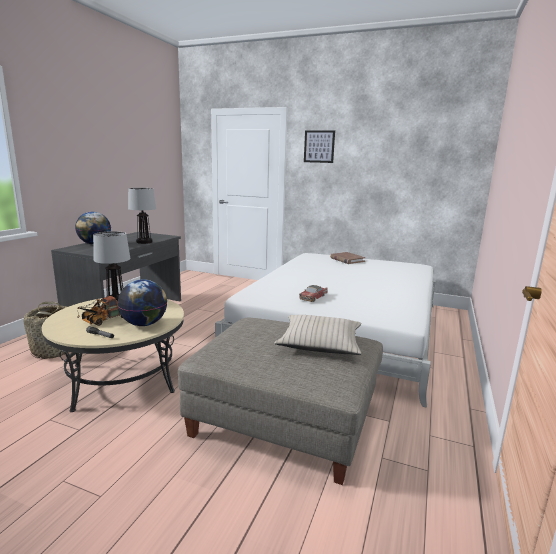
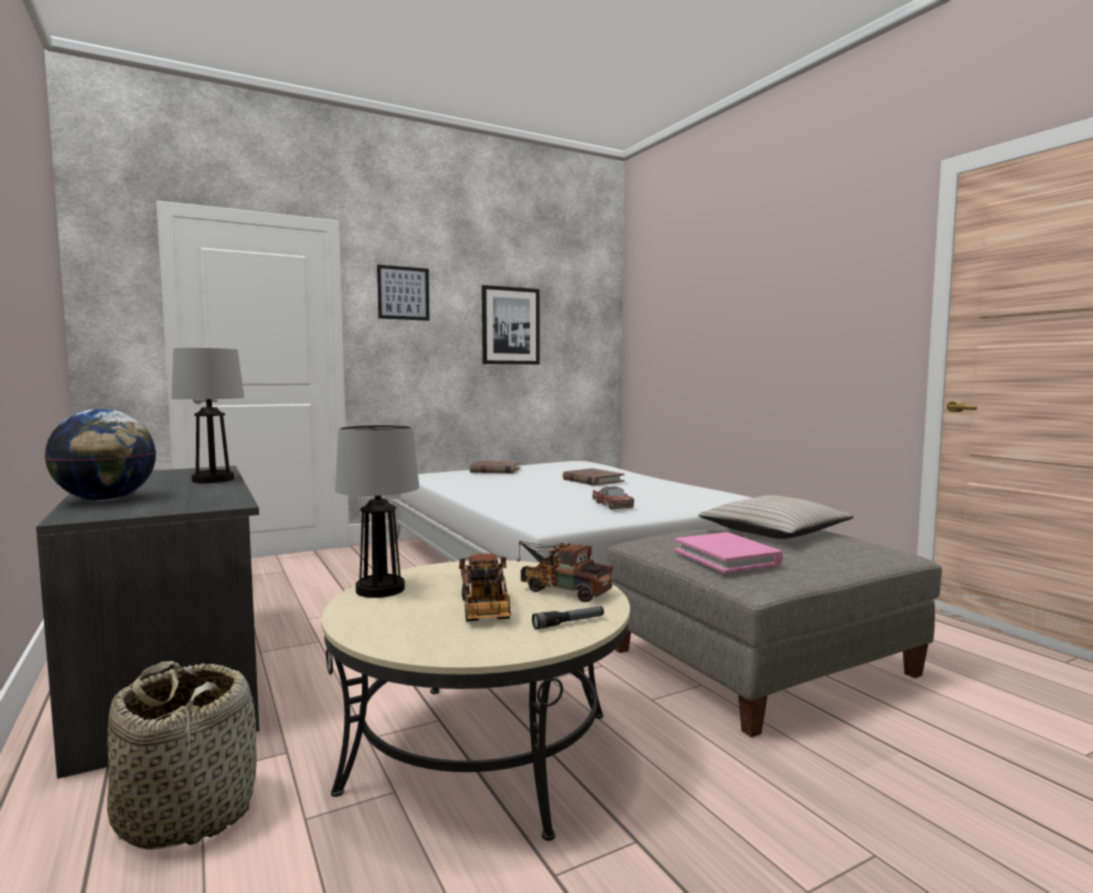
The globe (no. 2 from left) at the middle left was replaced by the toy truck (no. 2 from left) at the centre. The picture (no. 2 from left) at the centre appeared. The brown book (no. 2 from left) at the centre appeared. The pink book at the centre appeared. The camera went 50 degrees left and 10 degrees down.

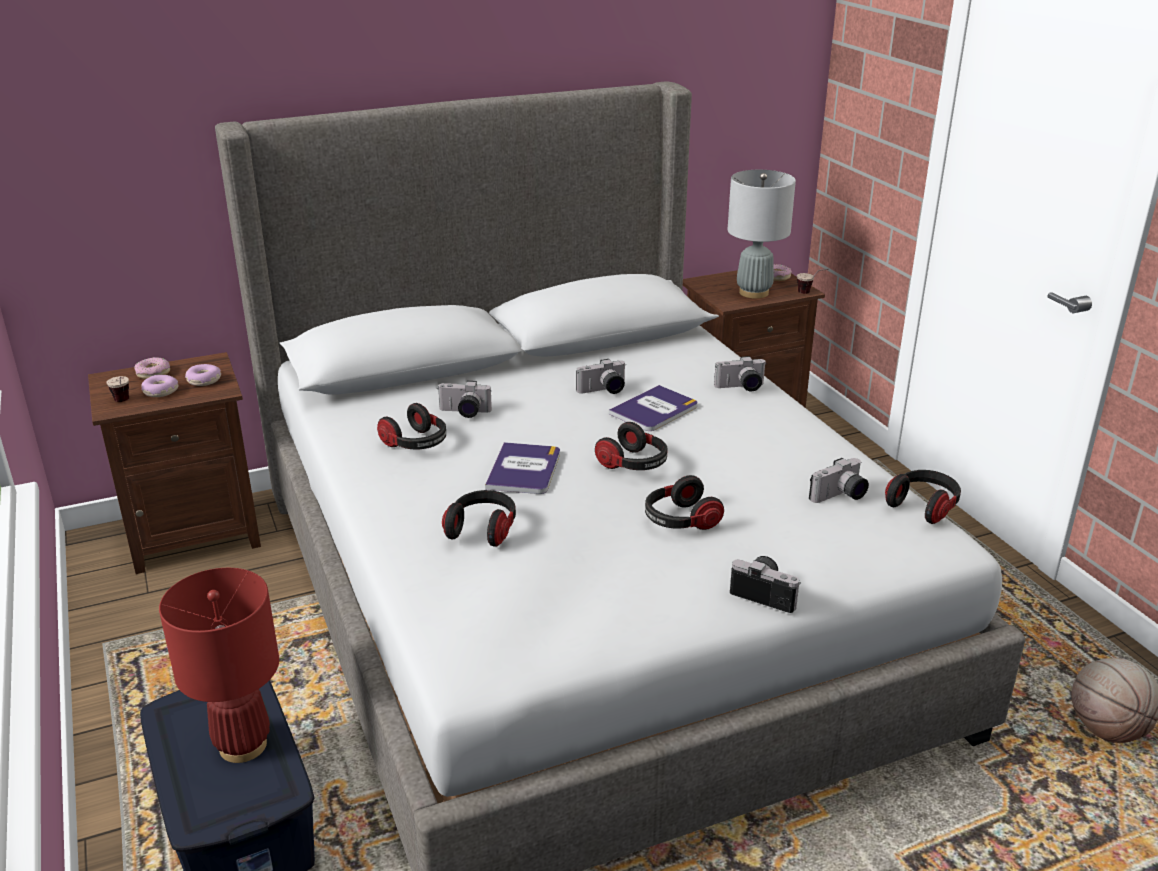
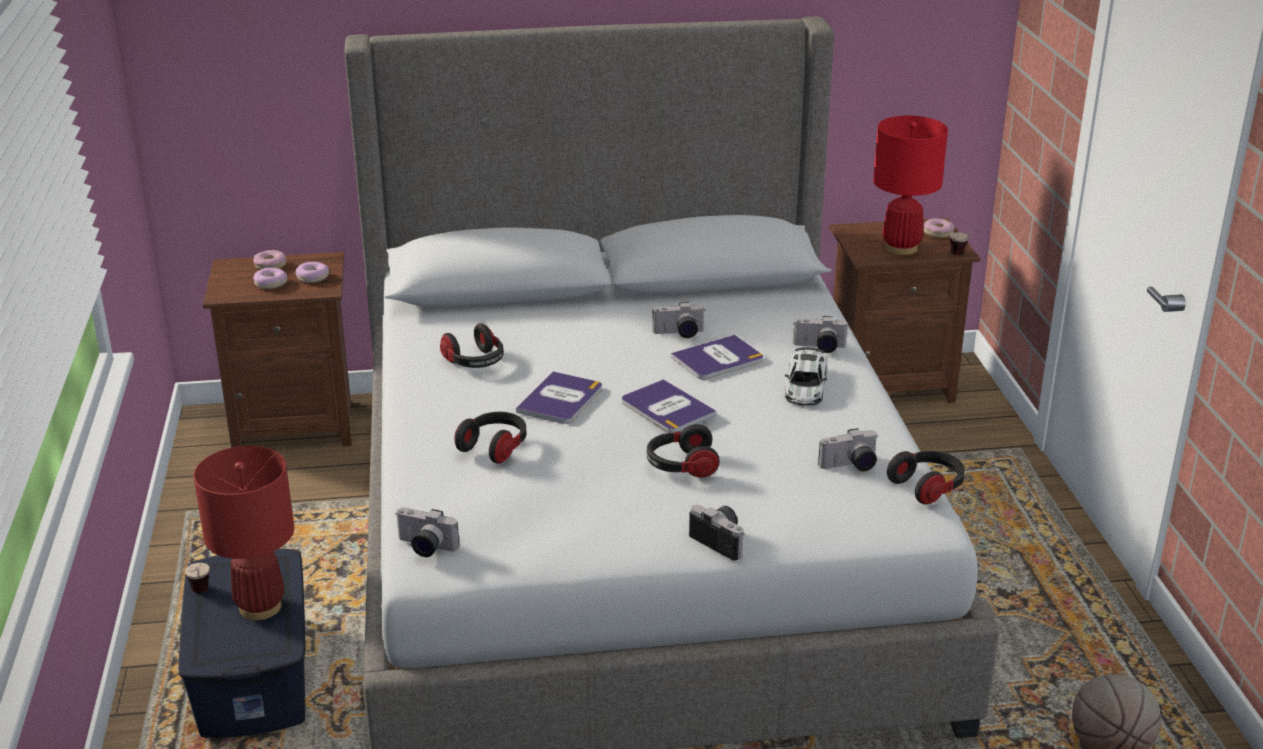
The cup (no. 1 from left) moved from the middle left to the bottom left. The photo camera (no. 1 from left) moved from the centre to the bottom centre. The headphones (no. 3 from left) at the centre was replaced by the book (no. 2 from left) at the centre. The grey table lamp at the top centre became the red table lamp (no. 2 from left) at the top right. The toy car at the centre appeared. The camera went 15 degrees right and 0 degrees up.

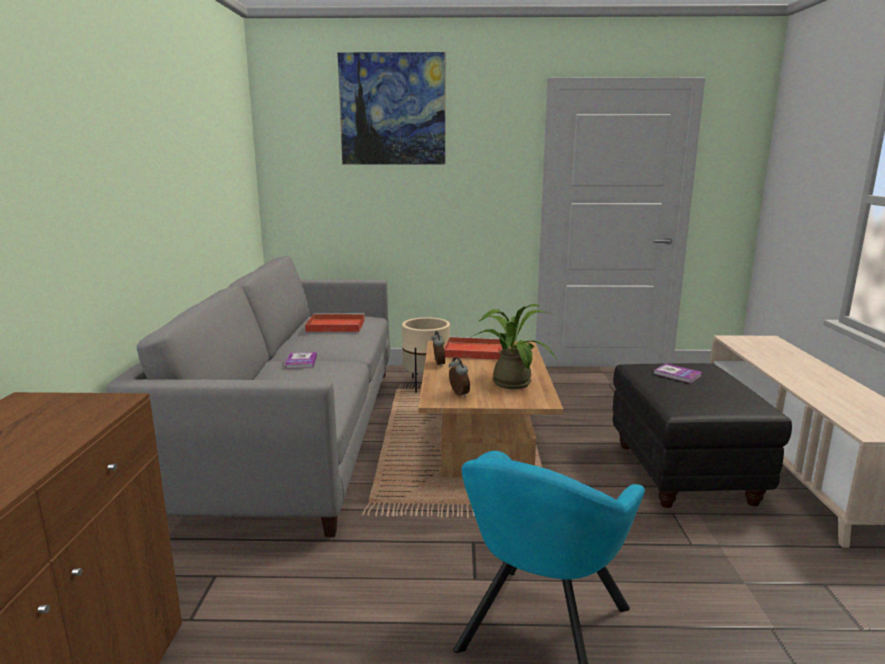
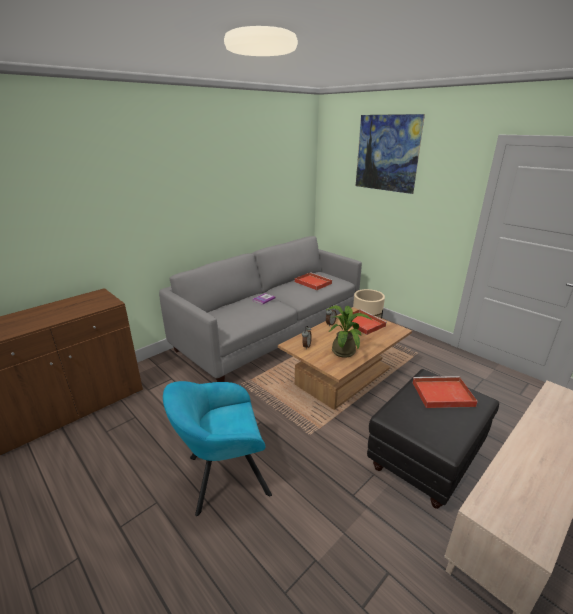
The book (no. 2 from left) at the middle right was replaced by the red tray (no. 3 from left) at the middle right. The camera went 45 degrees right and 10 degrees up.

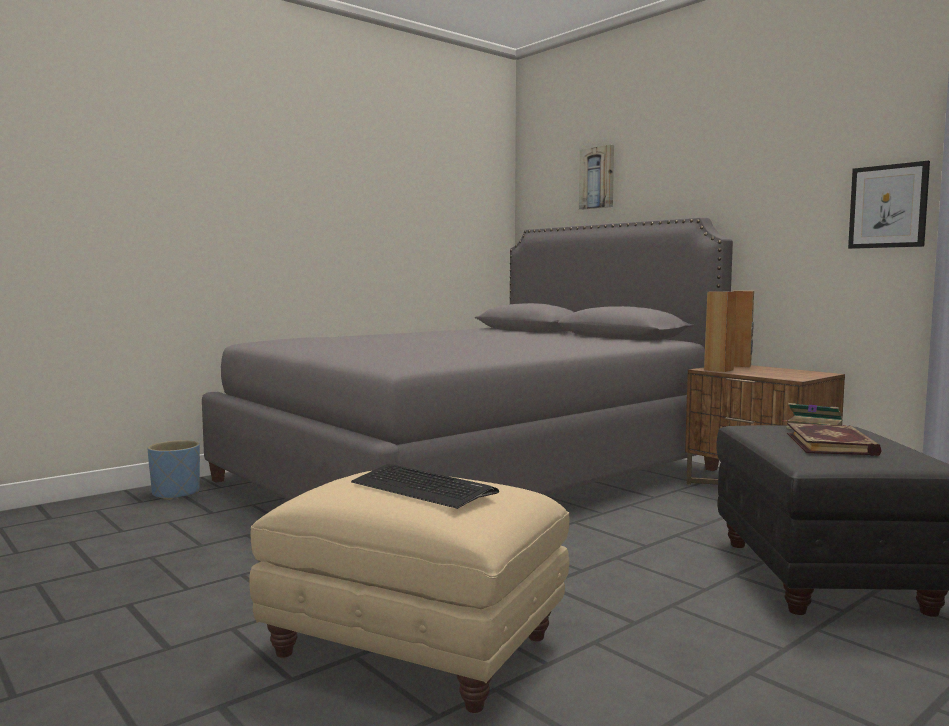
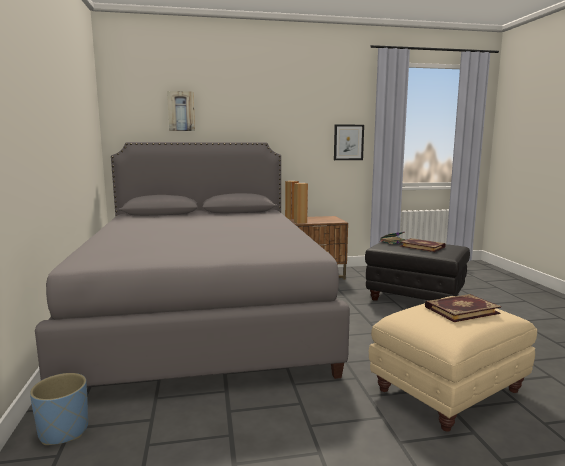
The keyboard at the bottom centre was replaced by the book (no. 3 from left) at the middle right. The camera went 60 degrees left and 5 degrees up.

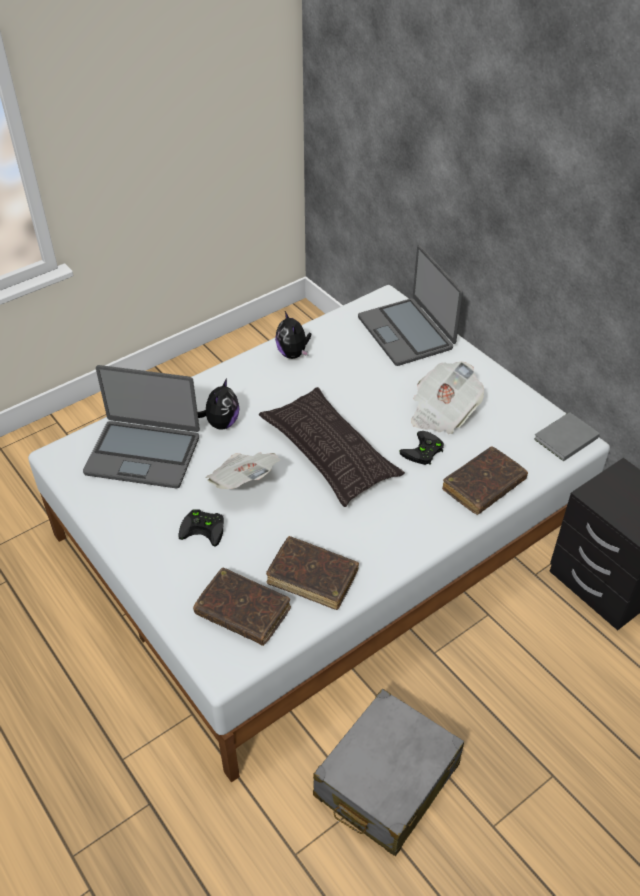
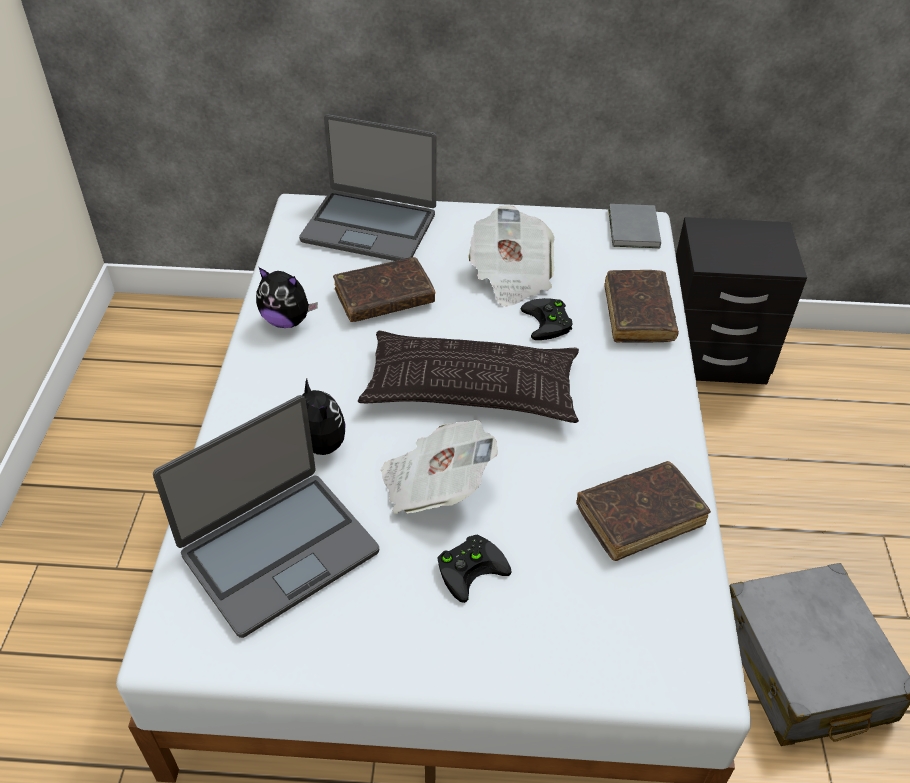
The brown book (no. 1 from left) moved from the bottom centre to the centre. The camera went 50 degrees left and 0 degrees up.

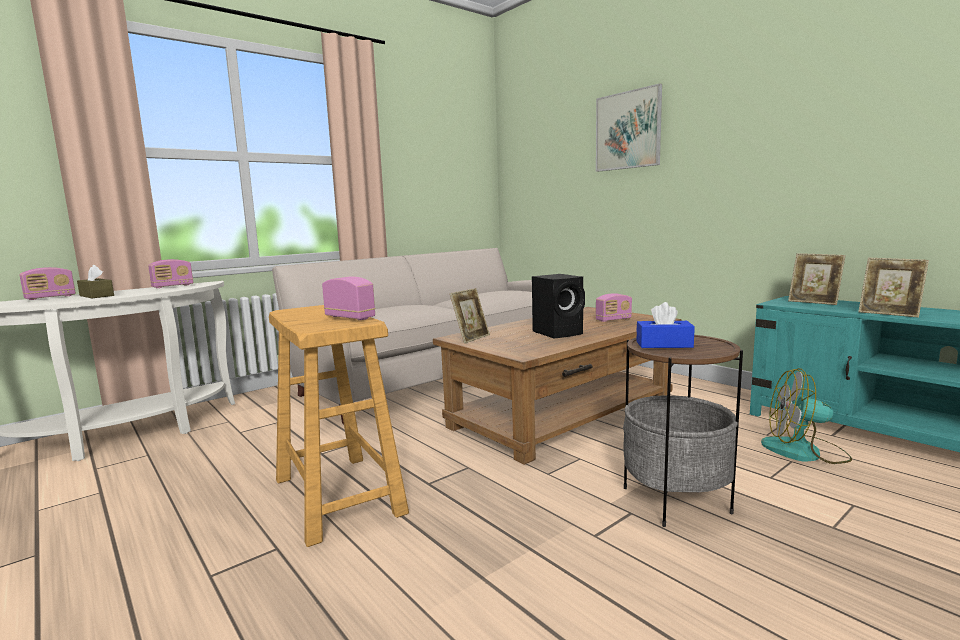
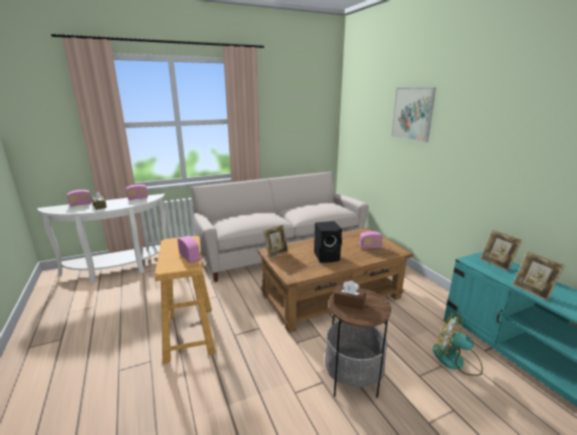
The blue tissue box at the middle right became the brown tissue box (no. 2 from left) at the bottom centre. The camera went 15 degrees right and 10 degrees up.

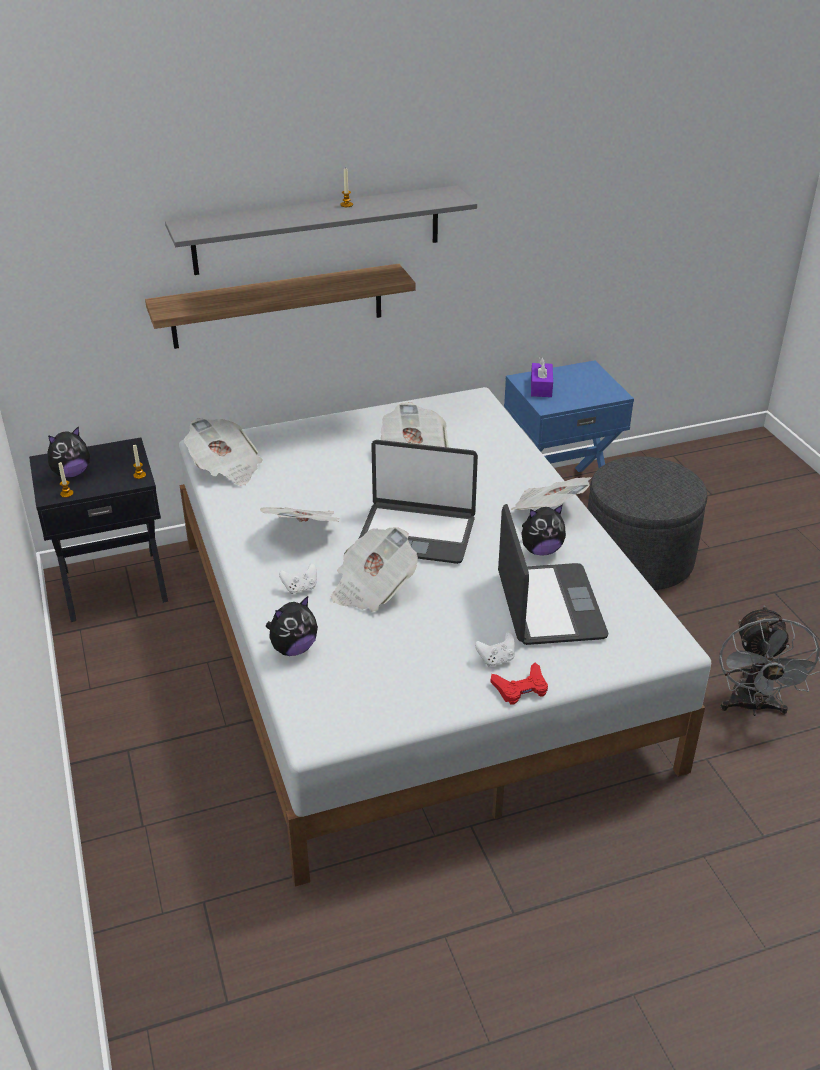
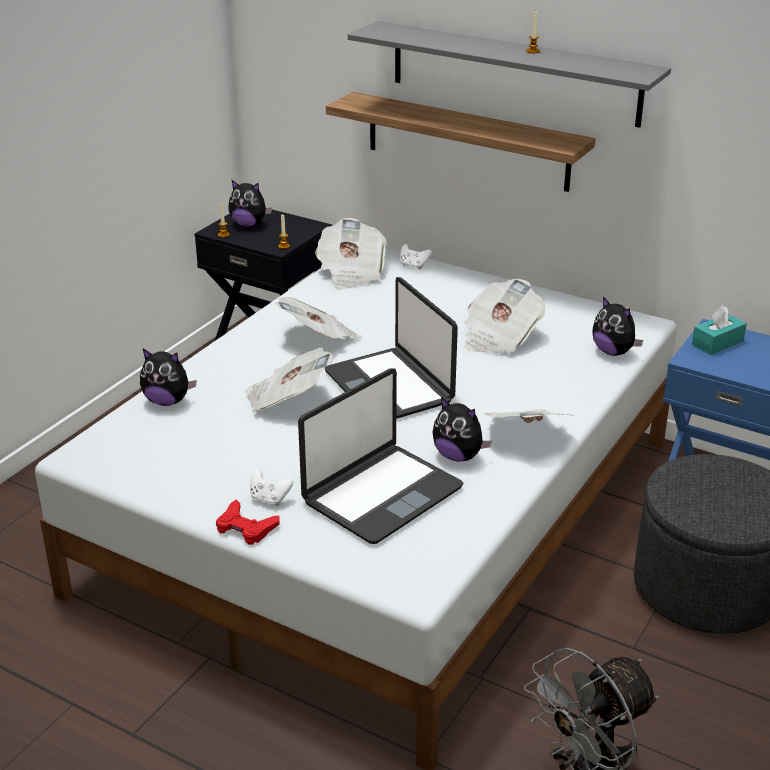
The white game controller (no. 1 from left in the first image) moved from the centre to the top centre. The purple tissue box at the centre became the turquoise tissue box at the middle right. The plush toy (no. 4 from left) at the middle right appeared. The camera went 50 degrees right and 5 degrees down.

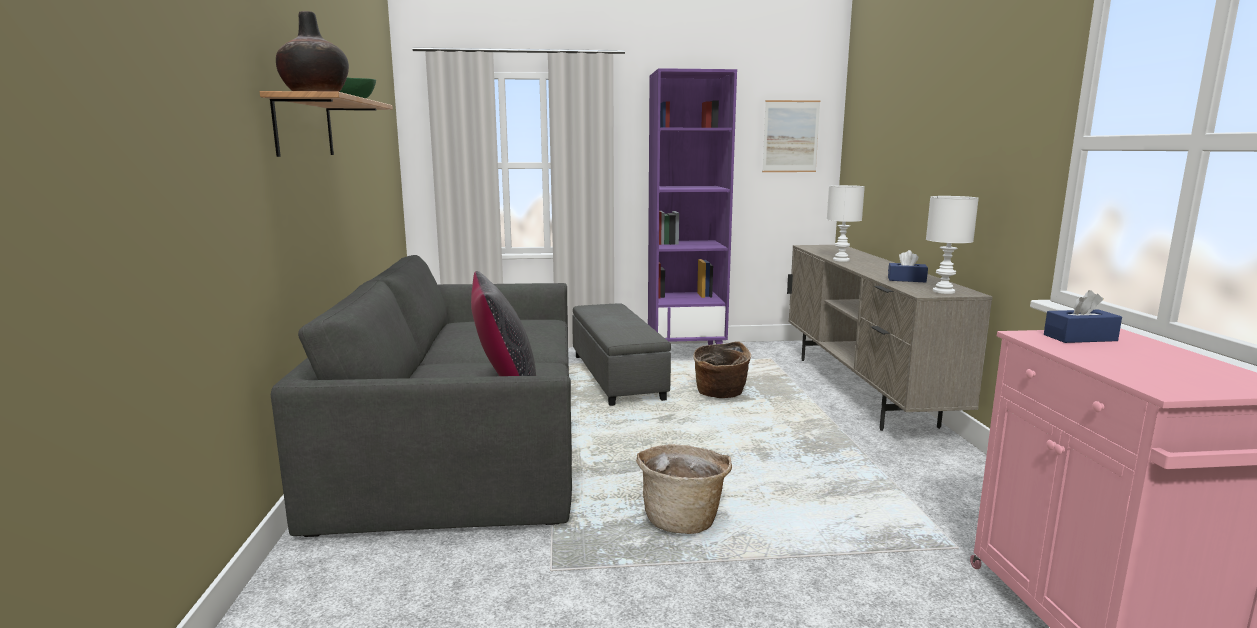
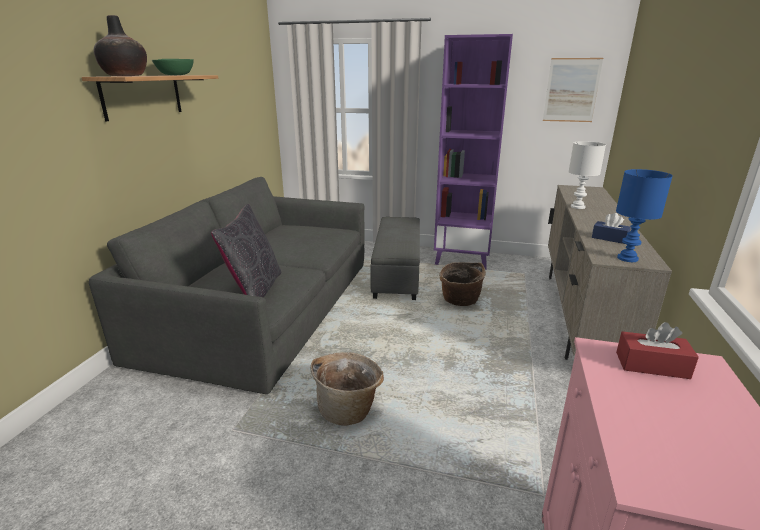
The white table lamp (no. 2 from left) at the middle right became the blue table lamp at the middle right. The blue tissue box (no. 2 from left) at the middle right became the red tissue box at the middle right. The camera went 20 degrees right and 10 degrees up.

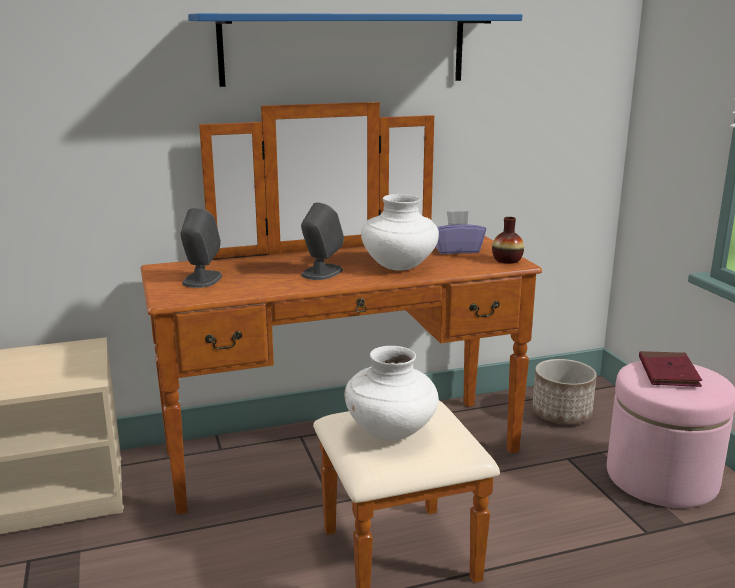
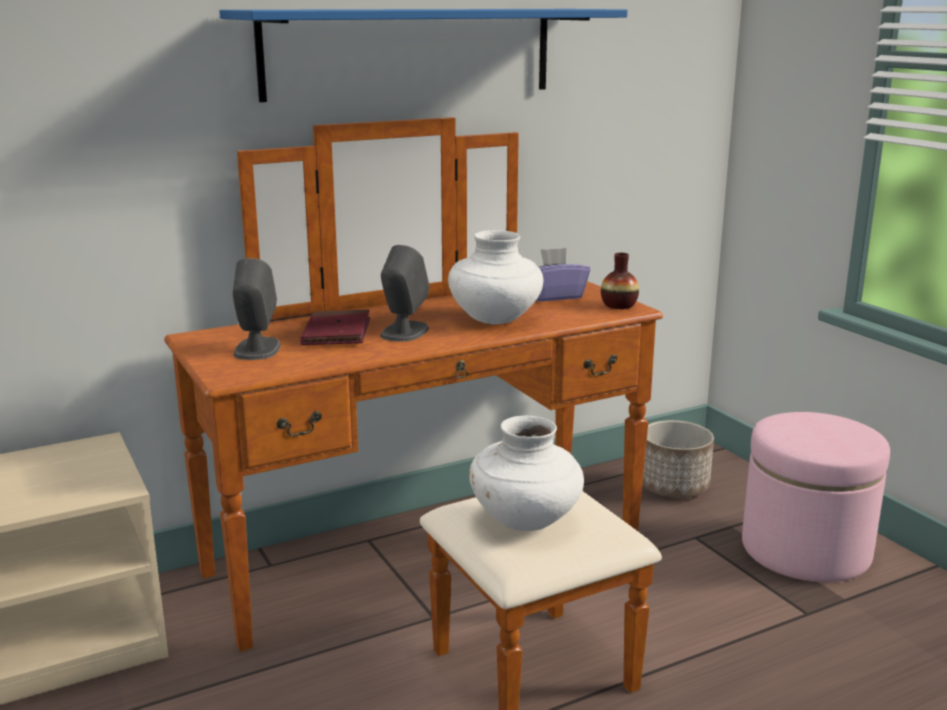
The red book moved from the middle right to the centre. The camera went 10 degrees left and 0 degrees up.

